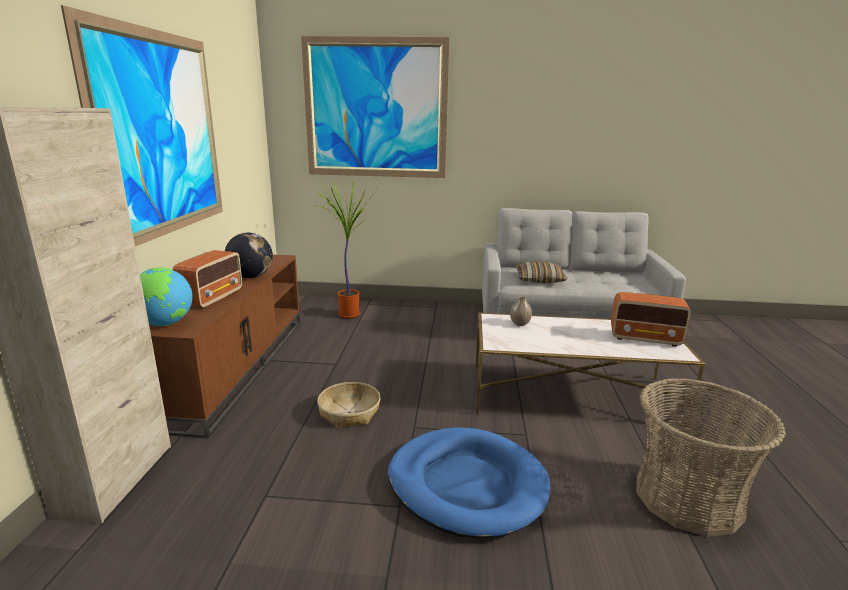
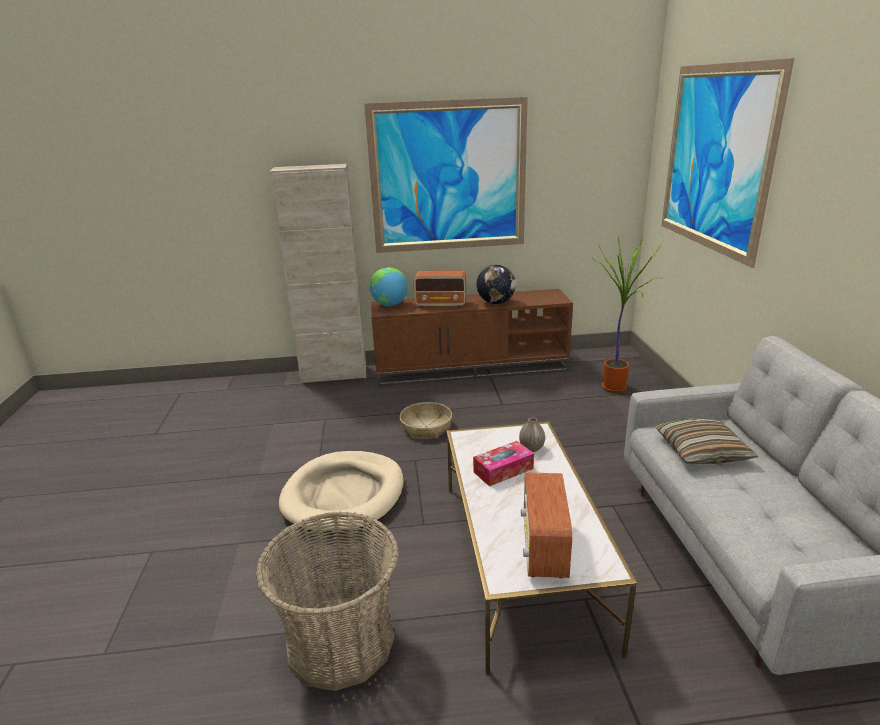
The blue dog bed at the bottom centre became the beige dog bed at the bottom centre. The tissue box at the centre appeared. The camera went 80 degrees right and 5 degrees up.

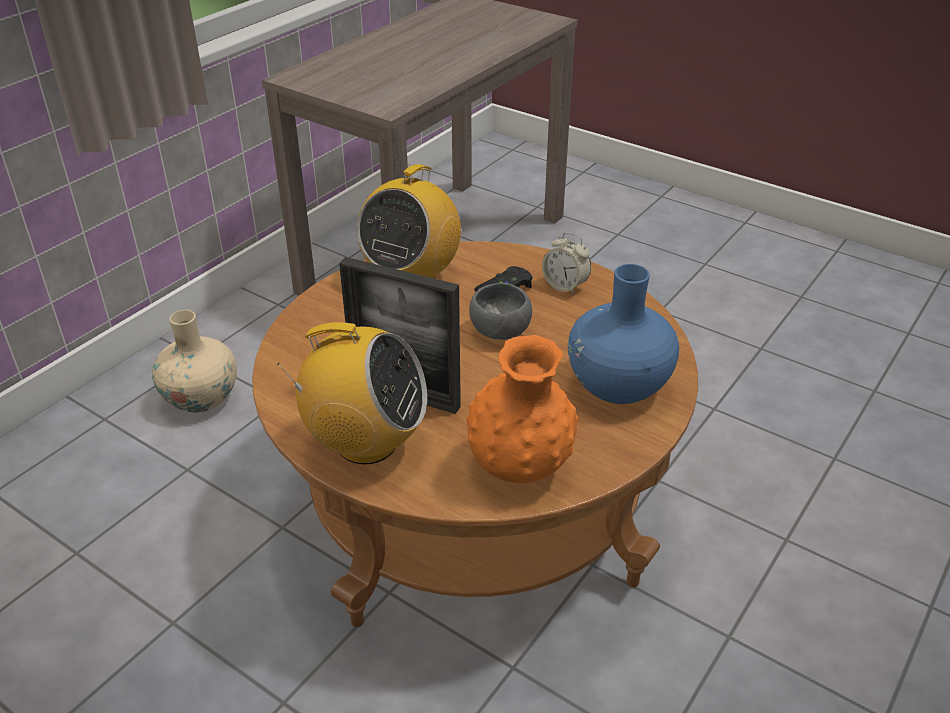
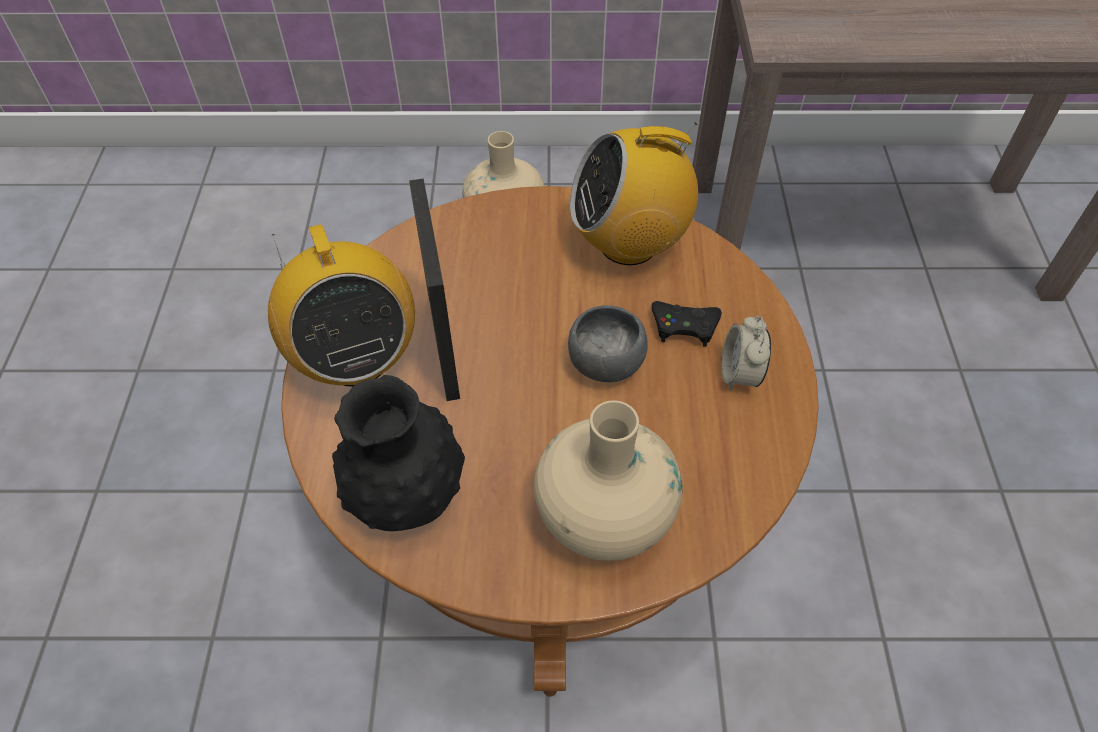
The orange vase at the centre became the black vase at the centre. The blue vase at the centre became the beige vase (no. 2 from left) at the centre. The camera went 55 degrees right and 15 degrees up.

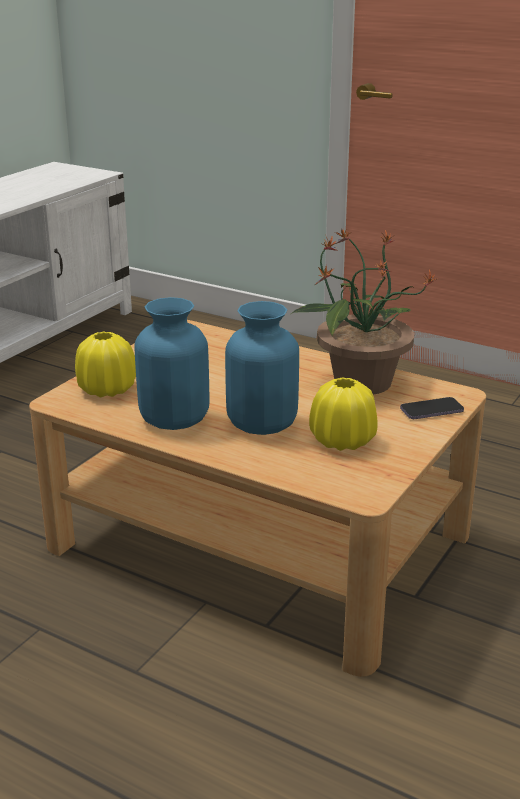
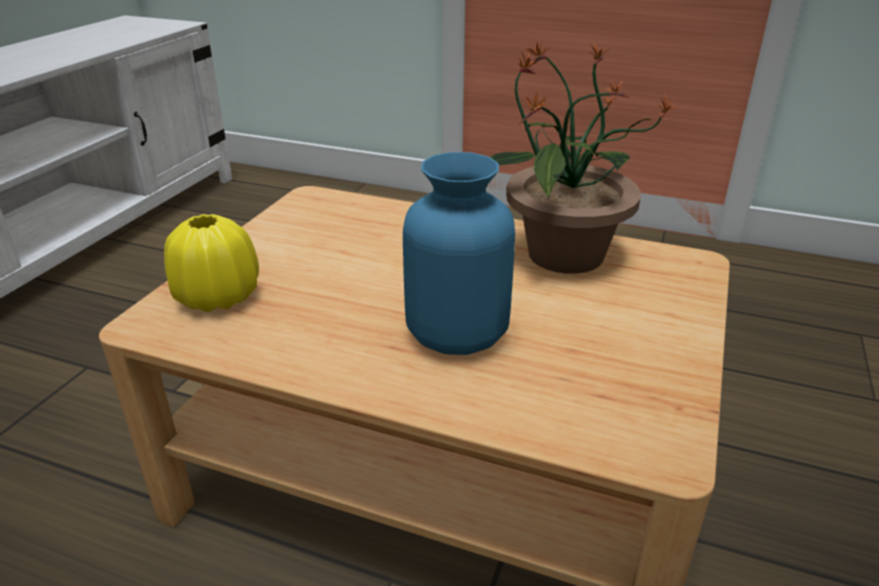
The blue vase (no. 1 from left) at the middle left disappeared. The yellow vase (no. 2 from left) at the centre disappeared. The phone at the middle right disappeared. The camera went 10 degrees left and 5 degrees up.

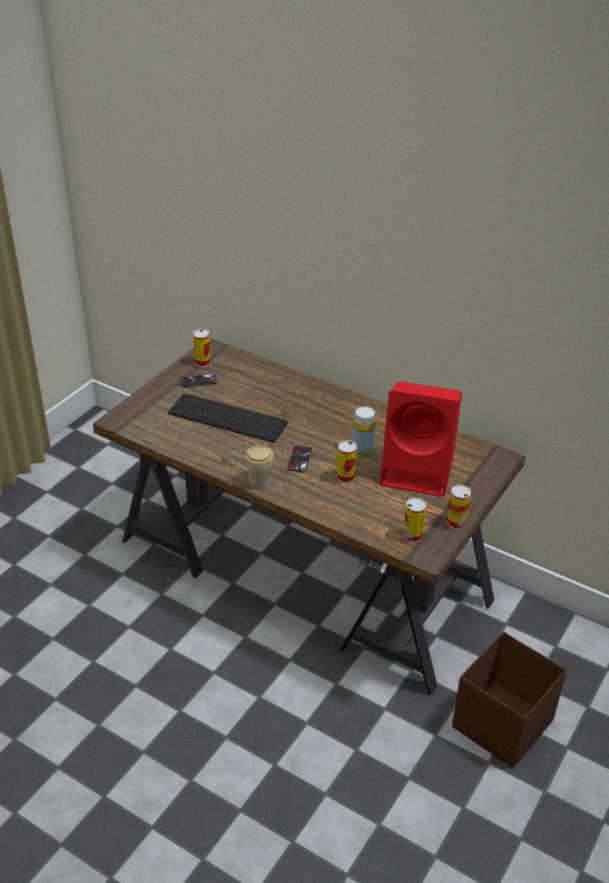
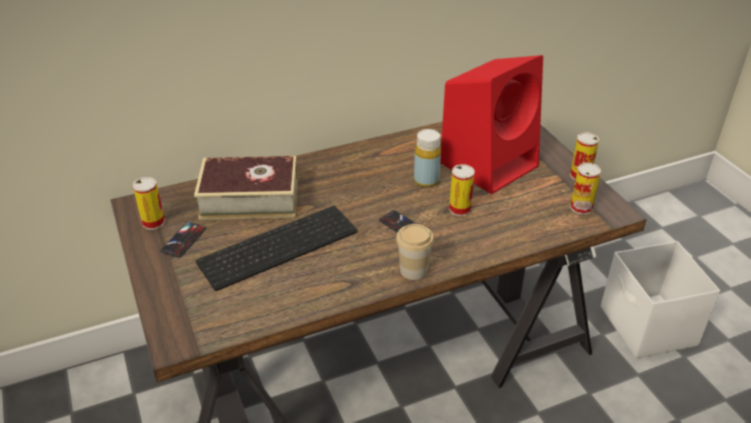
The brown storage box at the bottom right became the white storage box at the bottom right. The book at the middle left appeared. The camera went 55 degrees left and 0 degrees up.

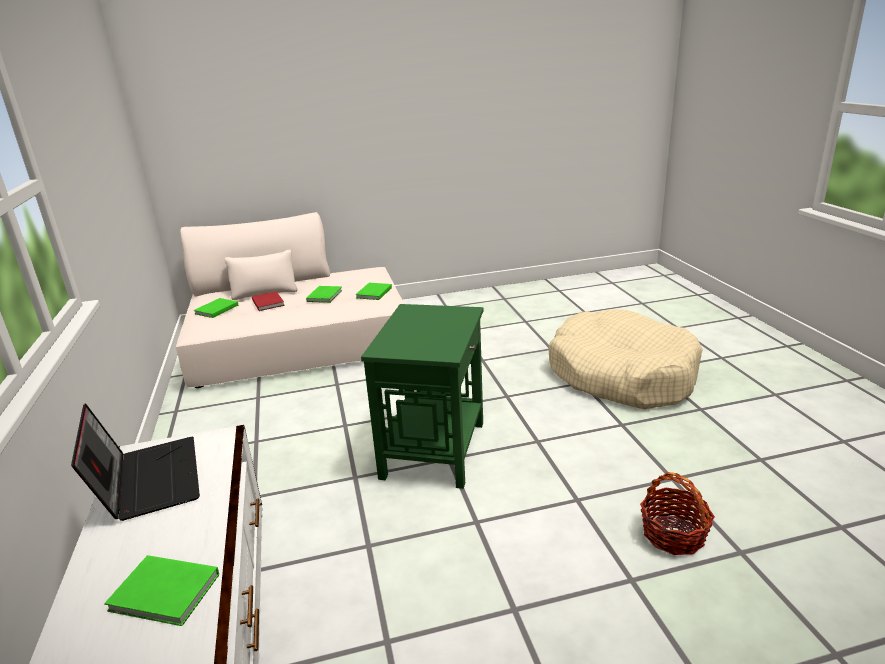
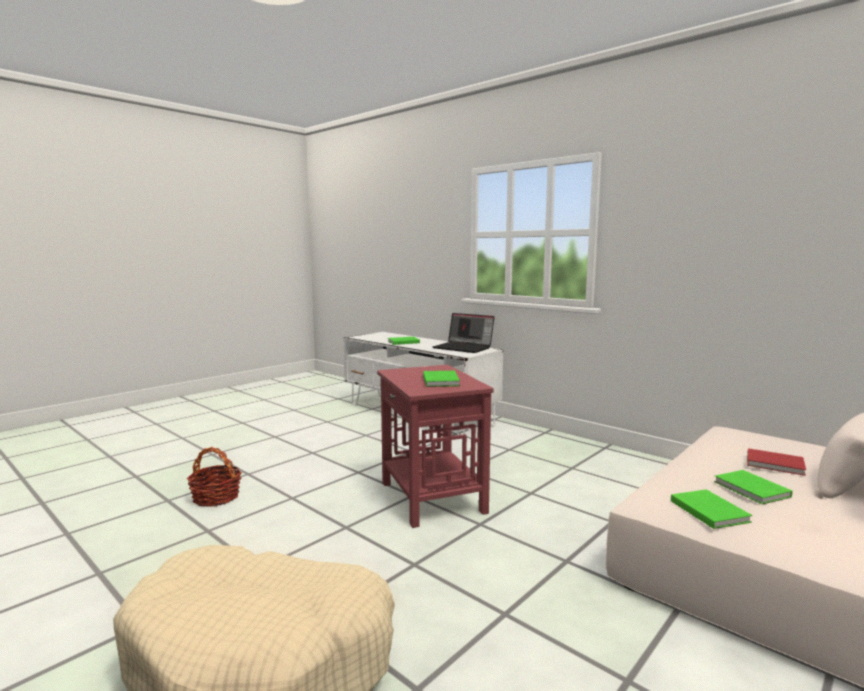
The green book (no. 2 from left) moved from the middle left to the centre. The green side table at the centre became the red side table at the centre. The camera went 145 degrees right and 15 degrees down.

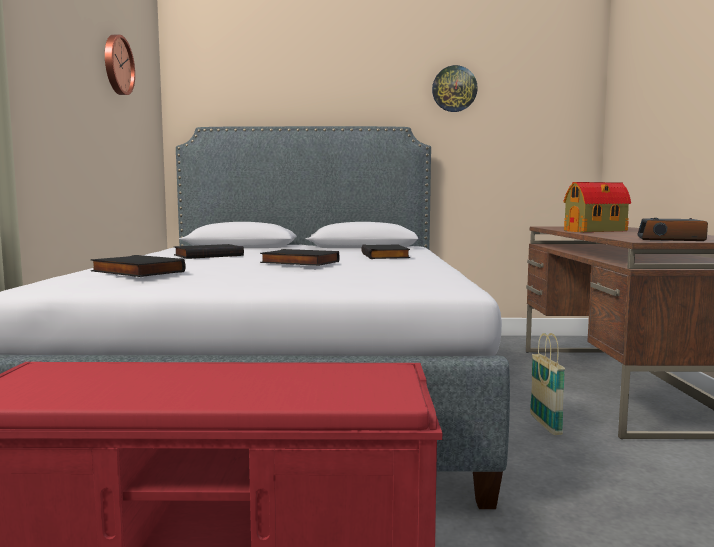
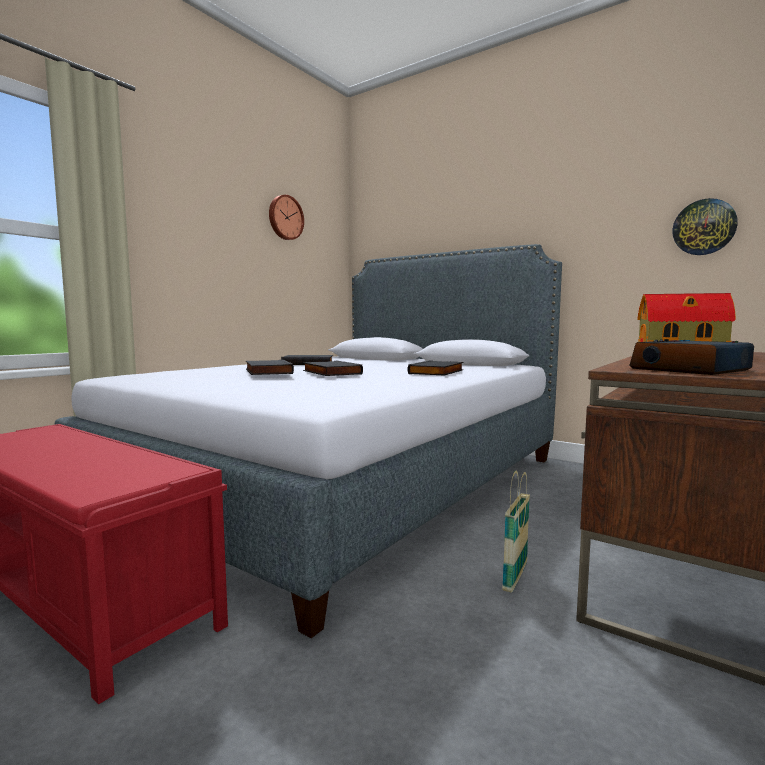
The black book (no. 1 from left) moved from the middle left to the centre. The wall clock (no. 2 from left) moved from the top centre to the top right. The camera went 35 degrees right and 0 degrees up.

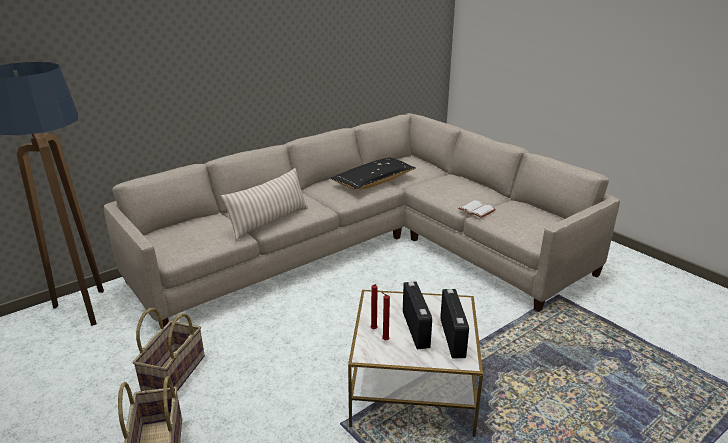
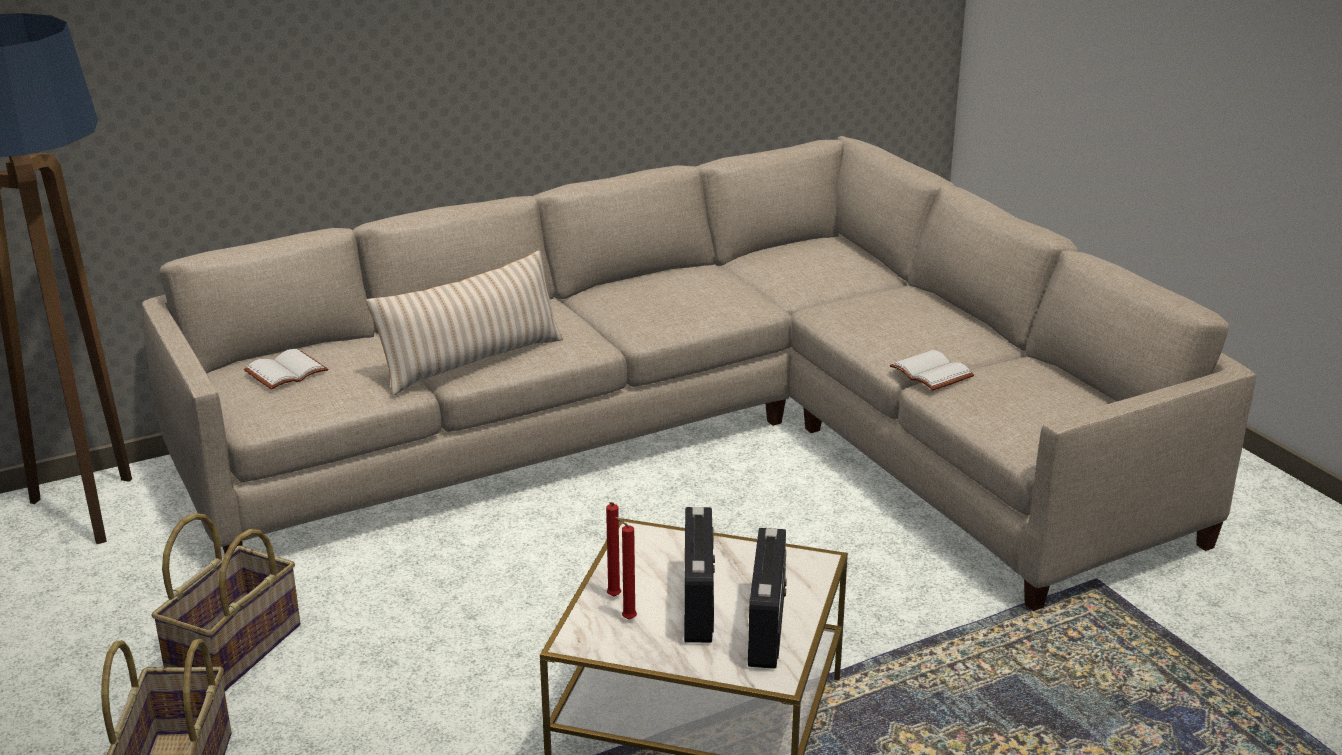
The black pillow at the centre disappeared. The white book (no. 1 from left) at the middle left appeared. The camera went 10 degrees right and 0 degrees up.

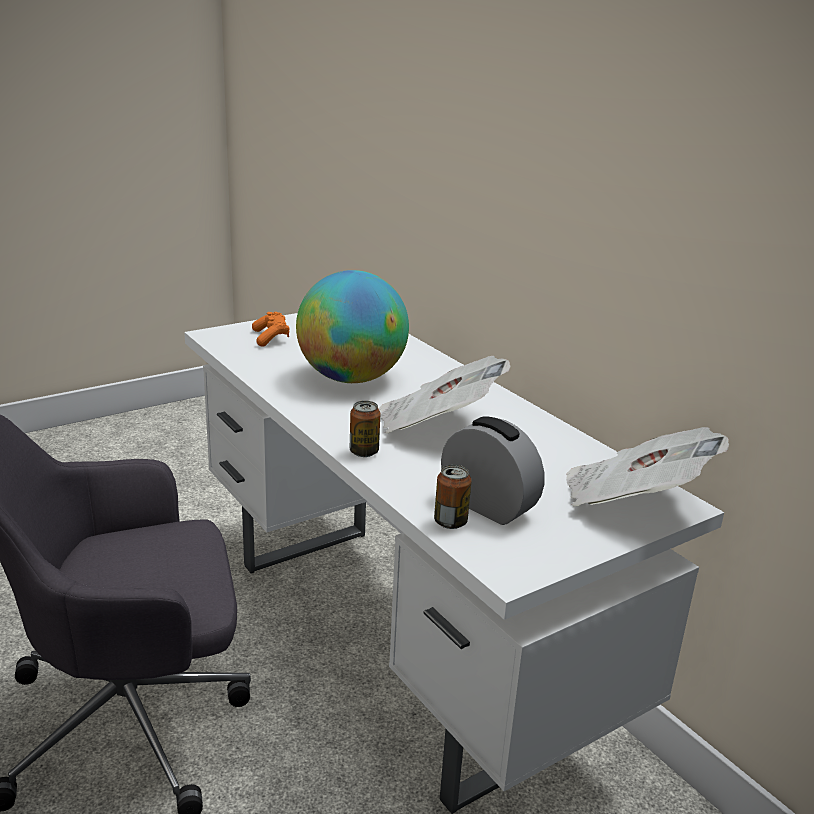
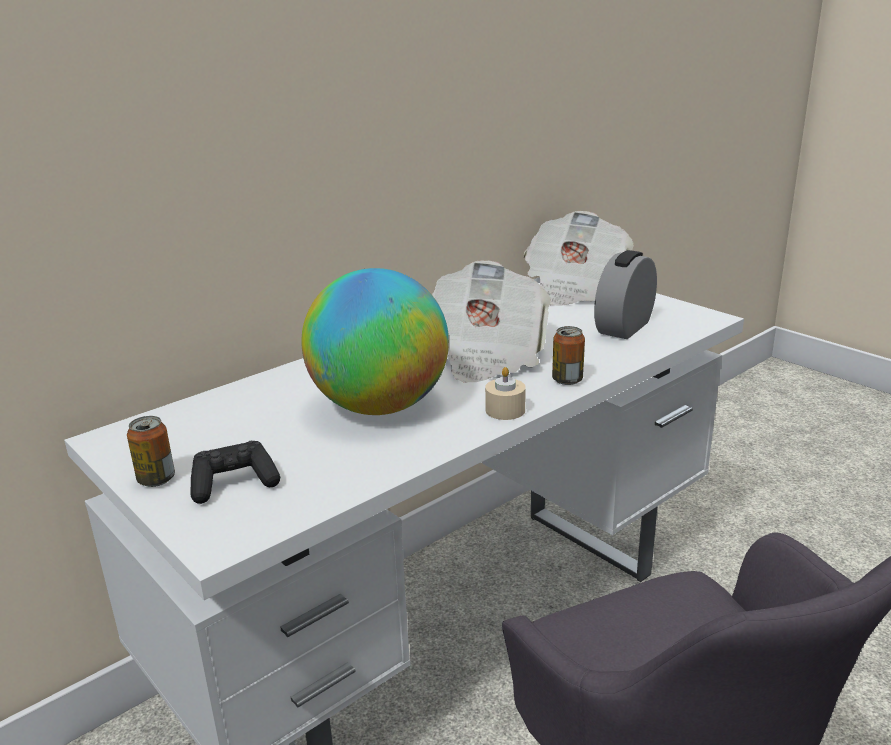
The orange game controller at the middle left became the black game controller at the middle left. The can (no. 2 from left in the first image) moved from the centre to the middle left. The beige candle at the centre appeared. The camera went 95 degrees left and 0 degrees up.

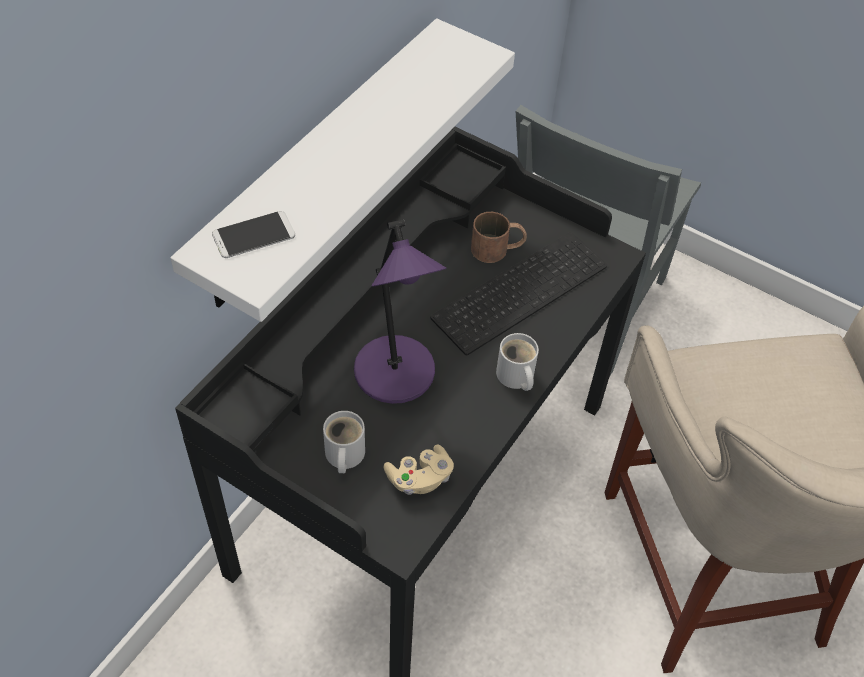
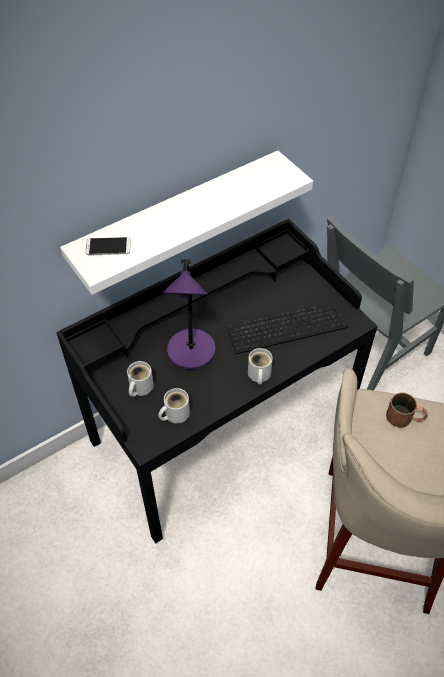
The beige game controller at the bottom centre was replaced by the white mug (no. 2 from left) at the centre. The brown mug moved from the centre to the middle right. The camera went 25 degrees right and 0 degrees up.

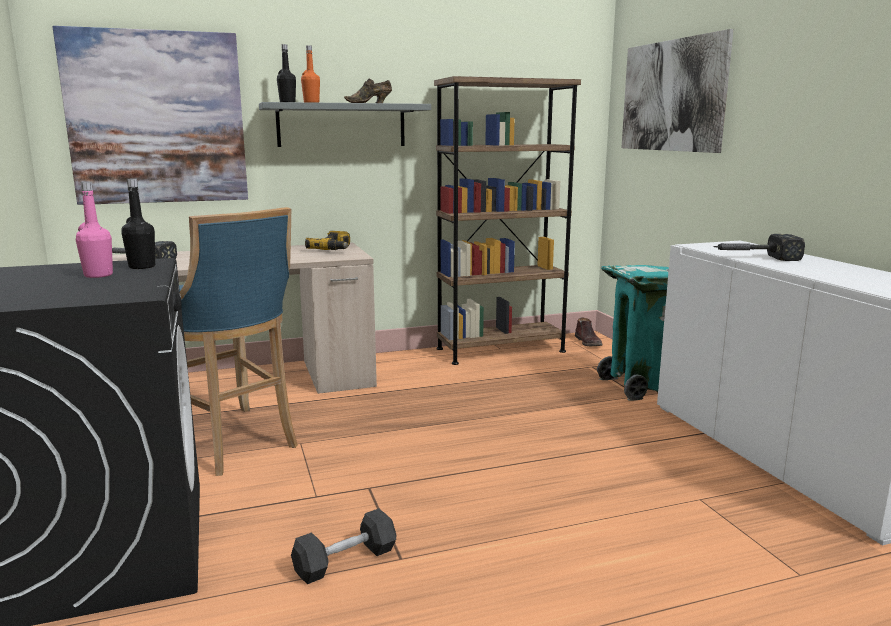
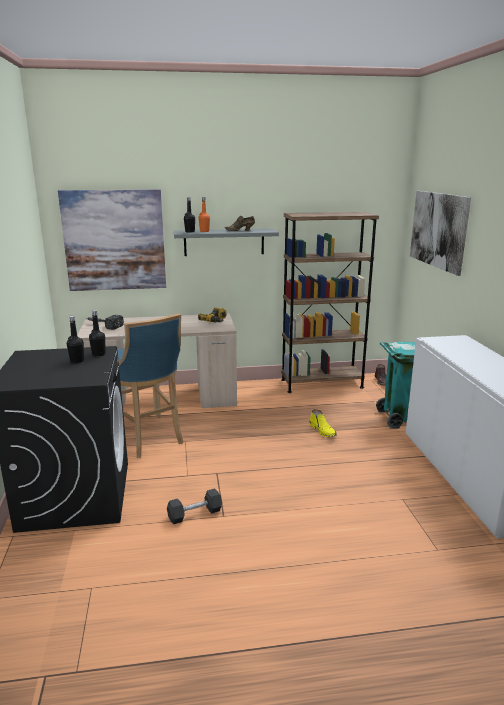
The pink bottle at the middle left became the black bottle (no. 1 from left) at the middle left. The hammer (no. 2 from left) at the middle right disappeared. The yellow boot at the centre appeared. The camera went 10 degrees right and 5 degrees up.

